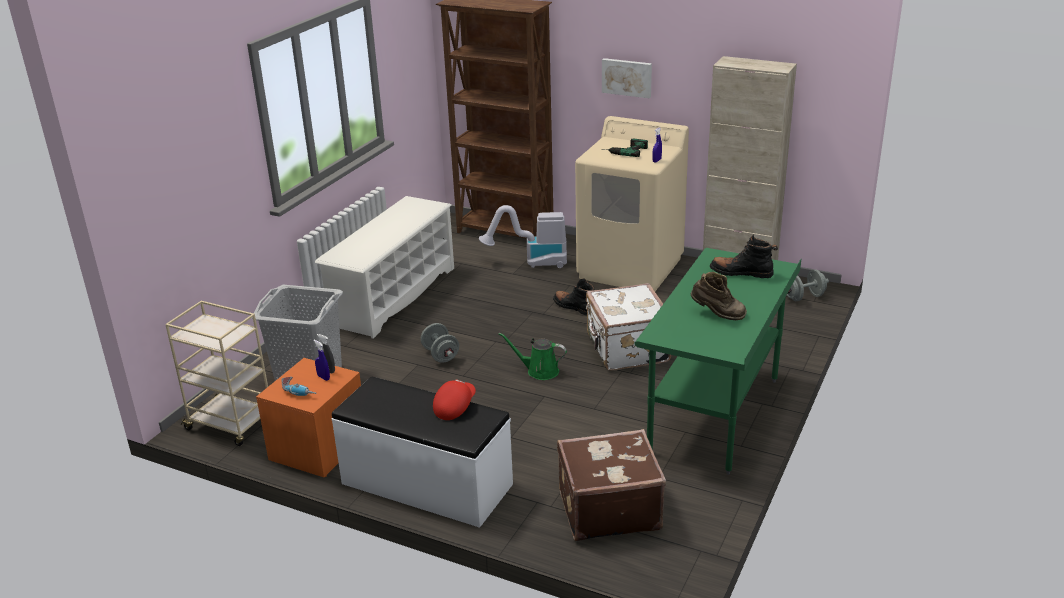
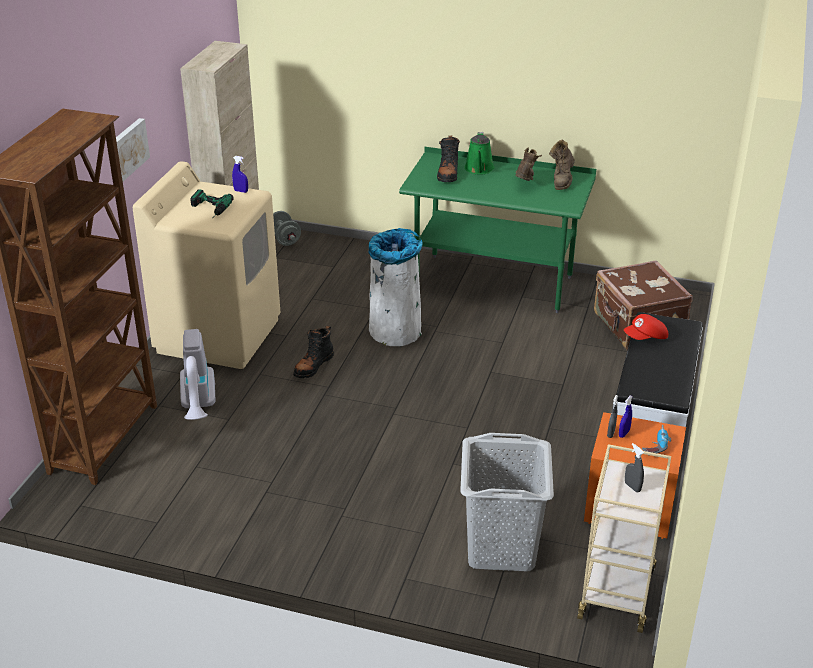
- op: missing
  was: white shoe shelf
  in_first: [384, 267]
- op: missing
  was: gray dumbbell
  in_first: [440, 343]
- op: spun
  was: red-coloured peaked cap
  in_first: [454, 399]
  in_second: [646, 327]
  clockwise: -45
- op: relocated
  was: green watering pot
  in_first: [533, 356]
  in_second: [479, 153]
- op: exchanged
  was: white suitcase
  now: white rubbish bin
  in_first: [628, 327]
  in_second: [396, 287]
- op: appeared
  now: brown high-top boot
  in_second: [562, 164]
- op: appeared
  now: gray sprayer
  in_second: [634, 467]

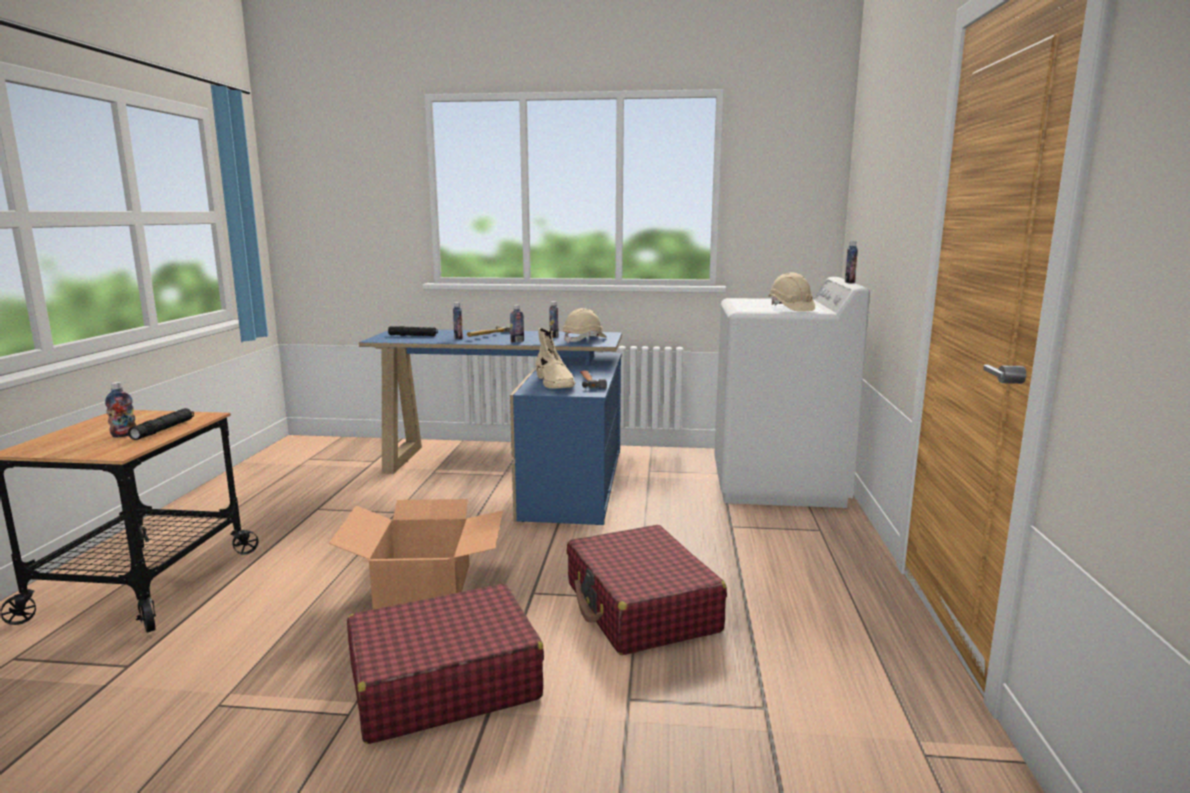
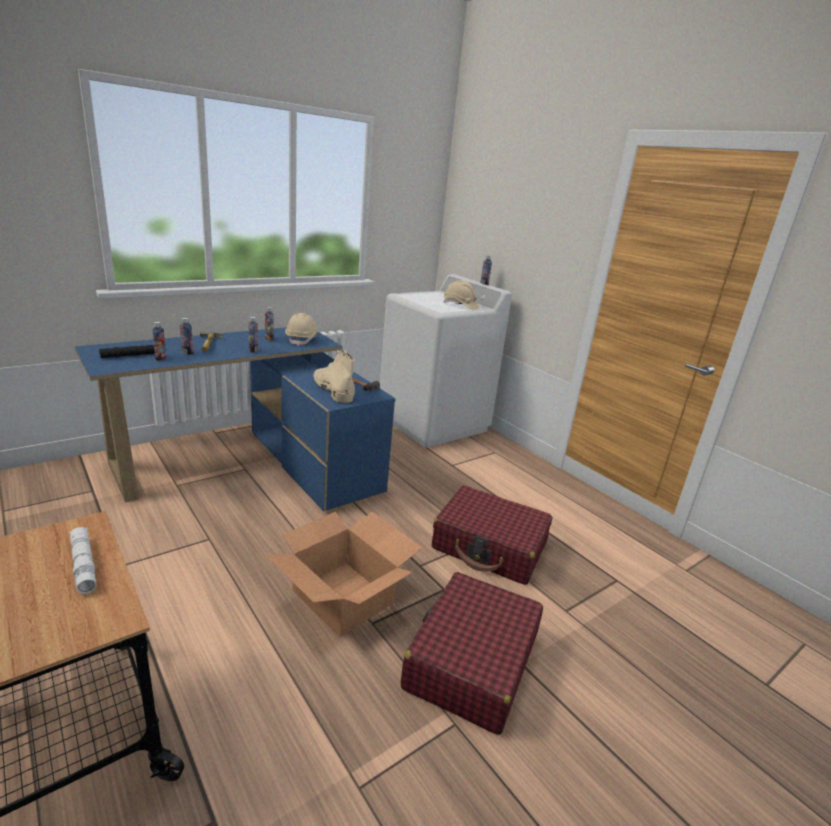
- op: relocated
  was: beverage bottle
  in_first: [121, 410]
  in_second: [159, 341]
- op: colour
  was: black-coloured flashlight
  now: white flashlight
  in_first: [161, 424]
  in_second: [83, 560]
- op: spun
  was: sand-coloured high-top boot
  in_first: [555, 358]
  in_second: [334, 377]
  clockwise: -150

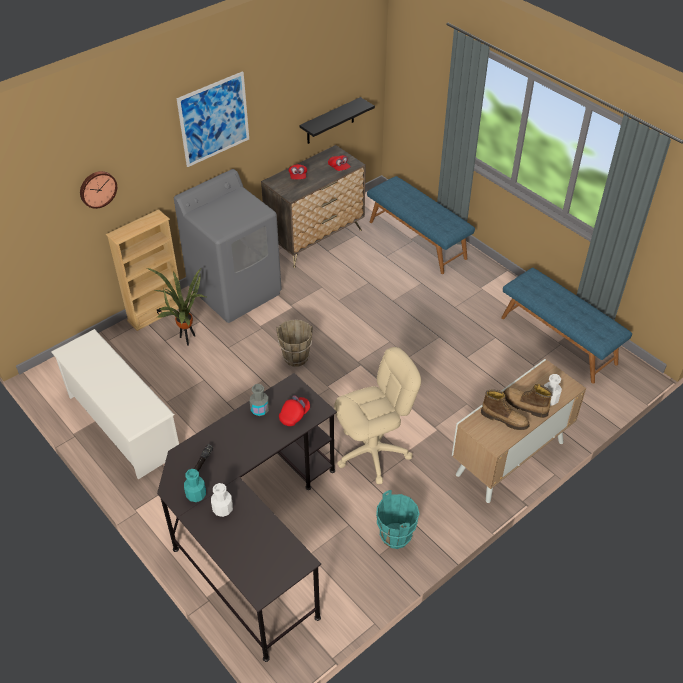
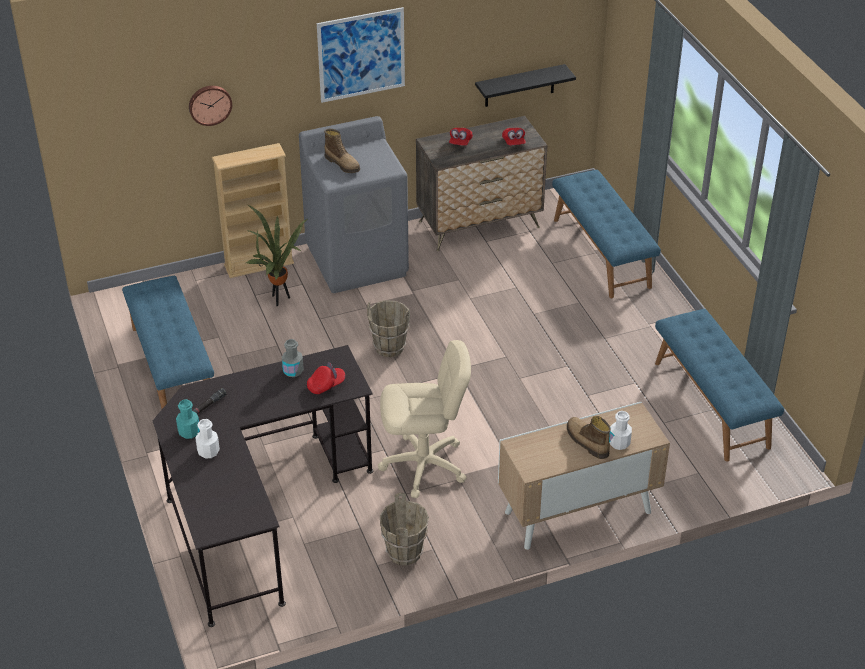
- op: exchanged
  was: white shoe shelf
  now: blue-coloured long seat
  in_first: [115, 404]
  in_second: [168, 342]
- op: colour
  was: blue-green pail
  now: brown pail
  in_first: [398, 519]
  in_second: [404, 529]
- op: relocated
  was: high-top boot
  in_first: [505, 410]
  in_second: [342, 151]

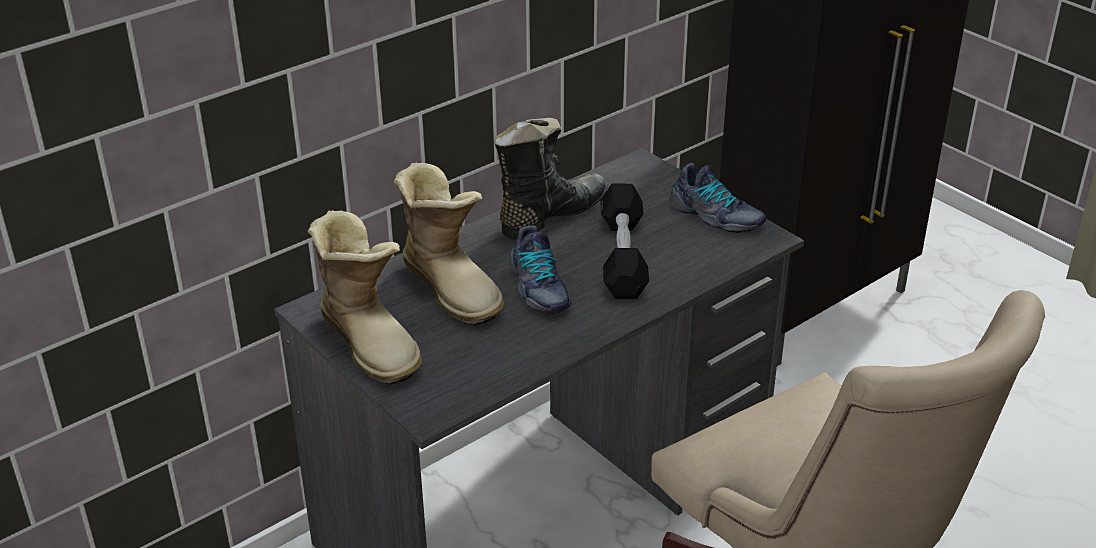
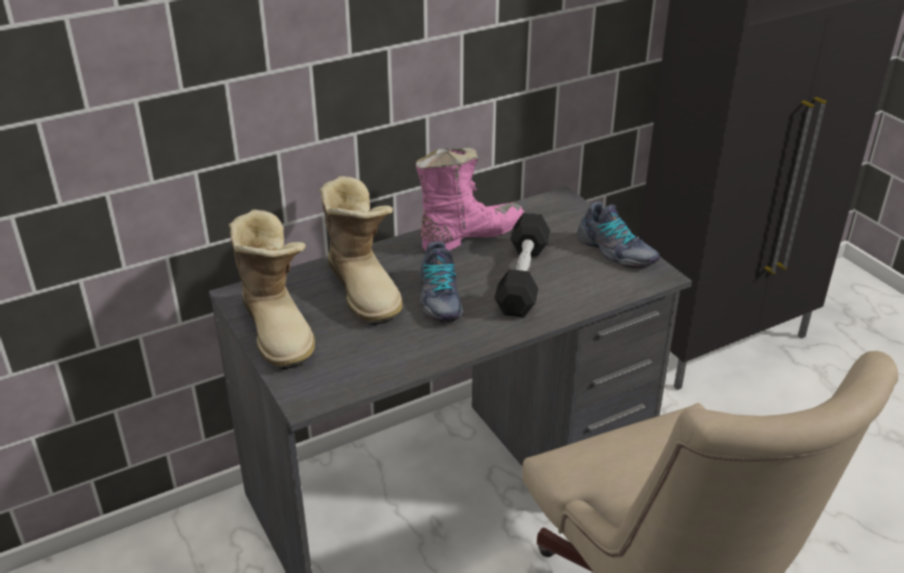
- op: colour
  was: black-coloured high-top boot
  now: pink-coloured high-top boot
  in_first: [551, 179]
  in_second: [470, 199]

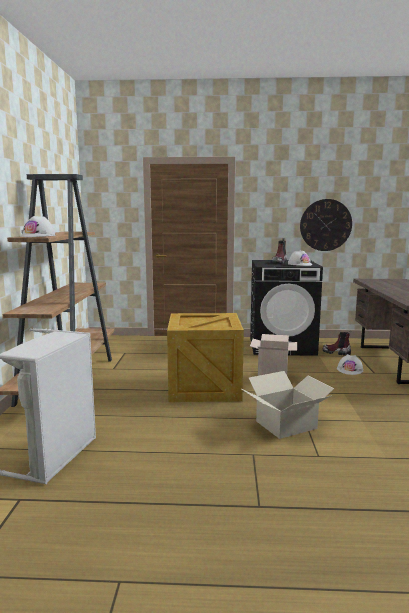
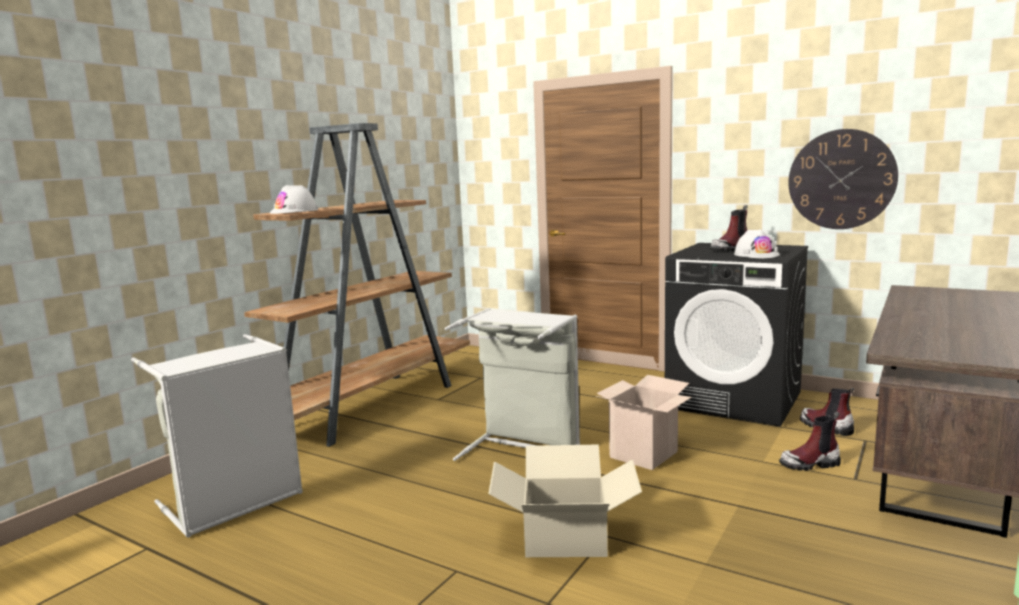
- op: exchanged
  was: packing crate
  now: gray laundry basket
  in_first: [205, 357]
  in_second: [512, 384]
- op: exchanged
  was: white safety helmet
  now: high-top boot
  in_first: [350, 364]
  in_second: [810, 441]

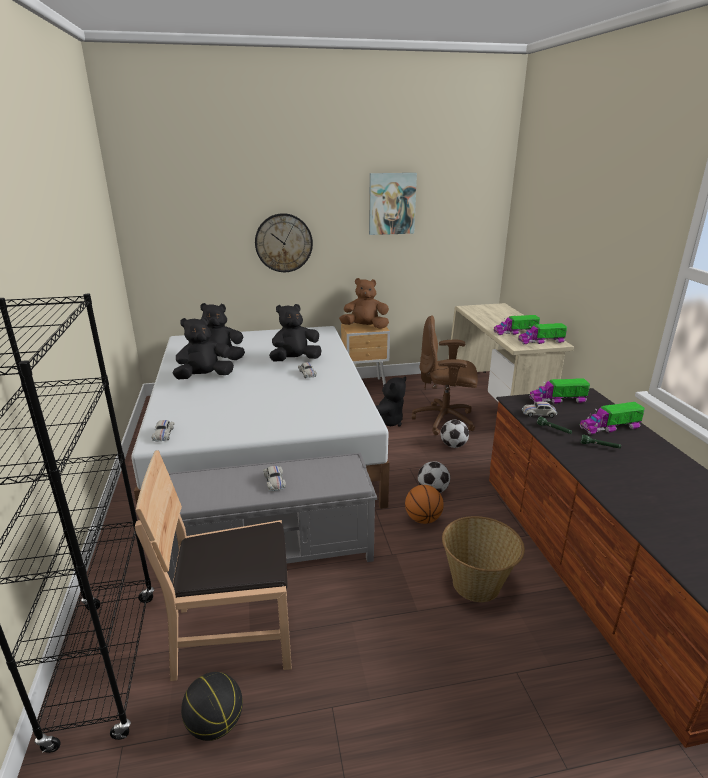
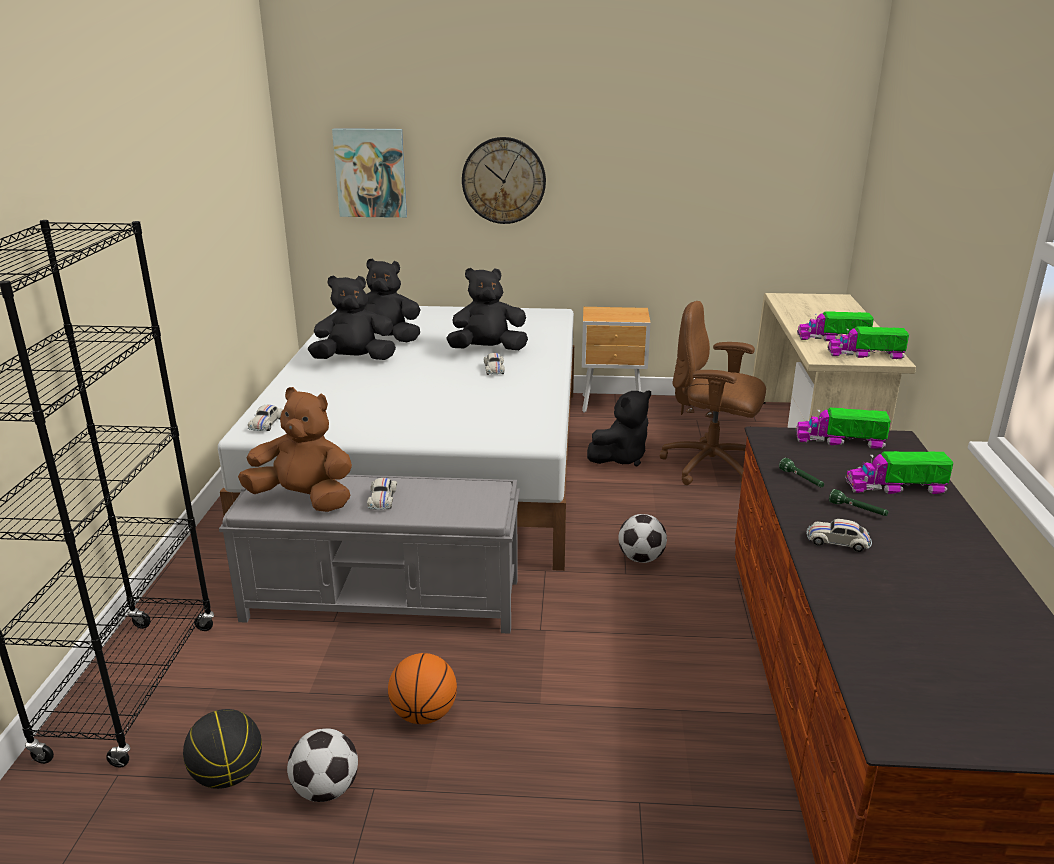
- op: missing
  was: brown chair
  in_first: [213, 565]
- op: relocated
  was: brown cuddly toy
  in_first: [364, 303]
  in_second: [295, 449]
- op: relocated
  was: picture
  in_first: [393, 204]
  in_second: [369, 173]
- op: relocated
  was: basketball
  in_first: [424, 504]
  in_second: [422, 688]
- op: relocated
  was: ball for football
  in_first: [454, 434]
  in_second: [322, 765]
- op: missing
  was: storage basket
  in_first: [483, 559]
- op: relocated
  was: white miniature car
  in_first: [539, 409]
  in_second: [839, 535]

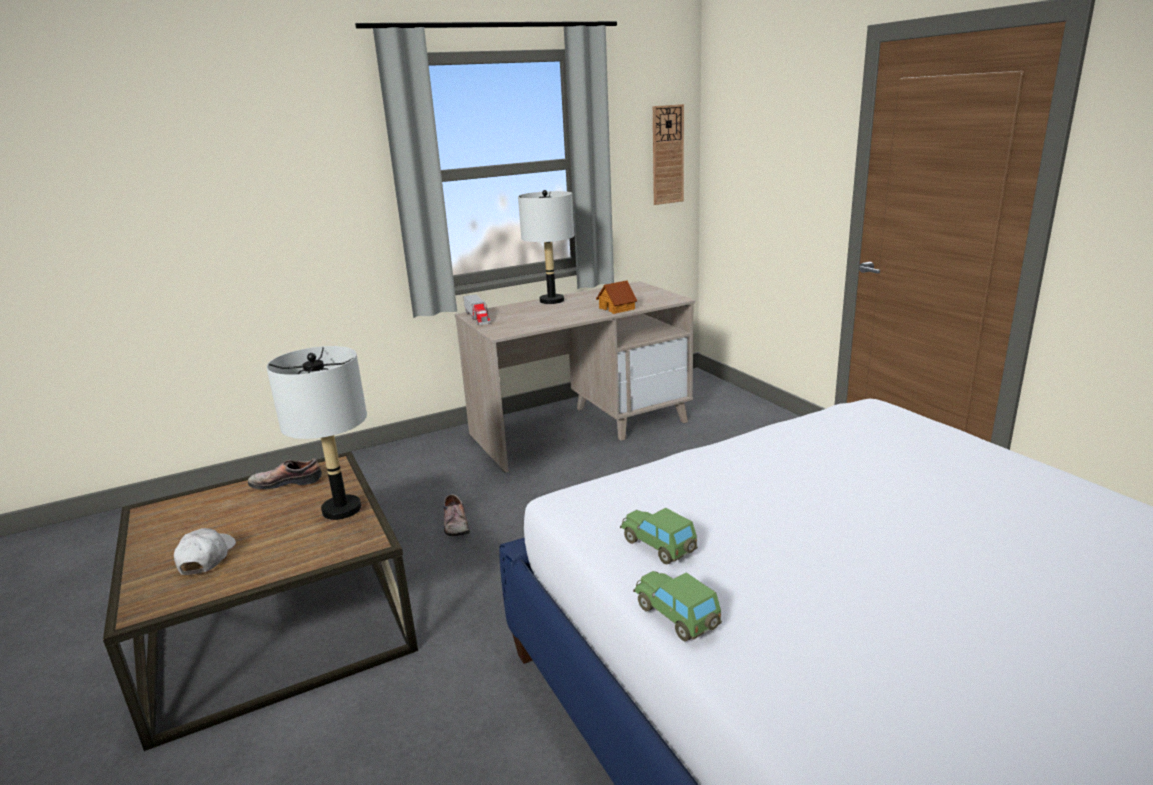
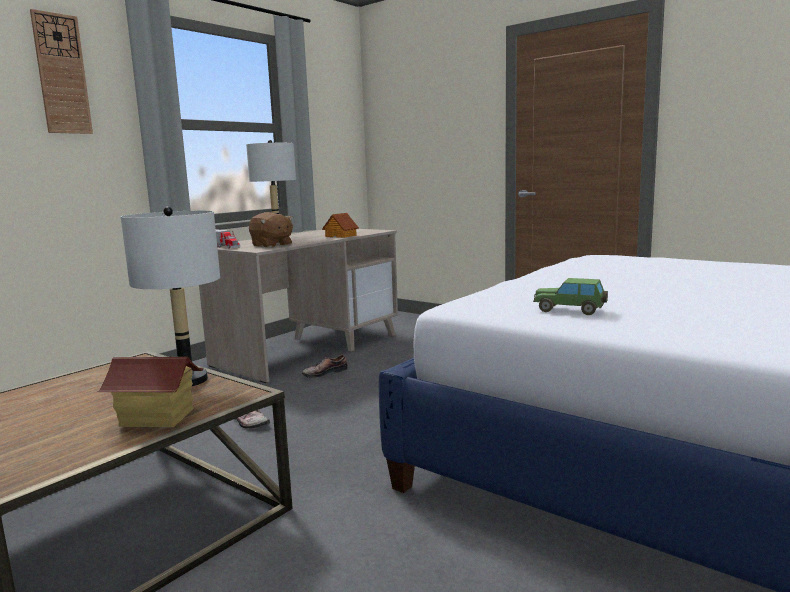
- op: missing
  was: white peaked cap
  in_first: [205, 551]
- op: relocated
  was: item of footwear
  in_first: [285, 473]
  in_second: [325, 366]
- op: missing
  was: miniature car
  in_first: [677, 606]
- op: relocated
  was: wall clock
  in_first: [668, 154]
  in_second: [61, 71]
- op: appeared
  now: model house
  in_second: [150, 392]
- op: appeared
  now: brown cuddly toy
  in_second: [271, 230]

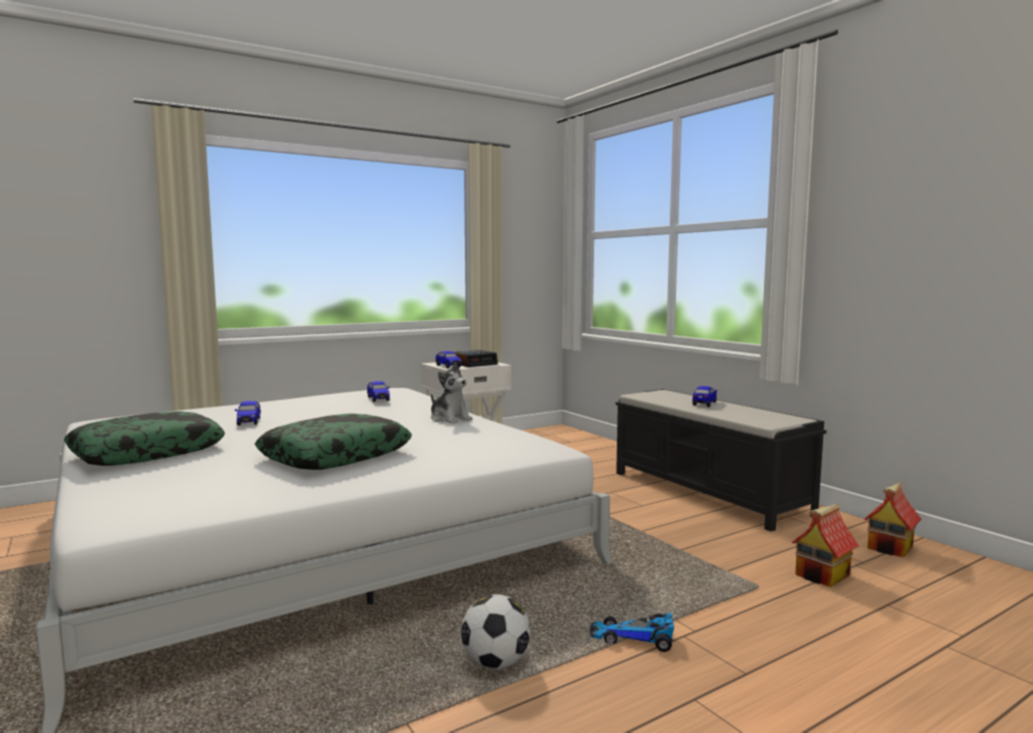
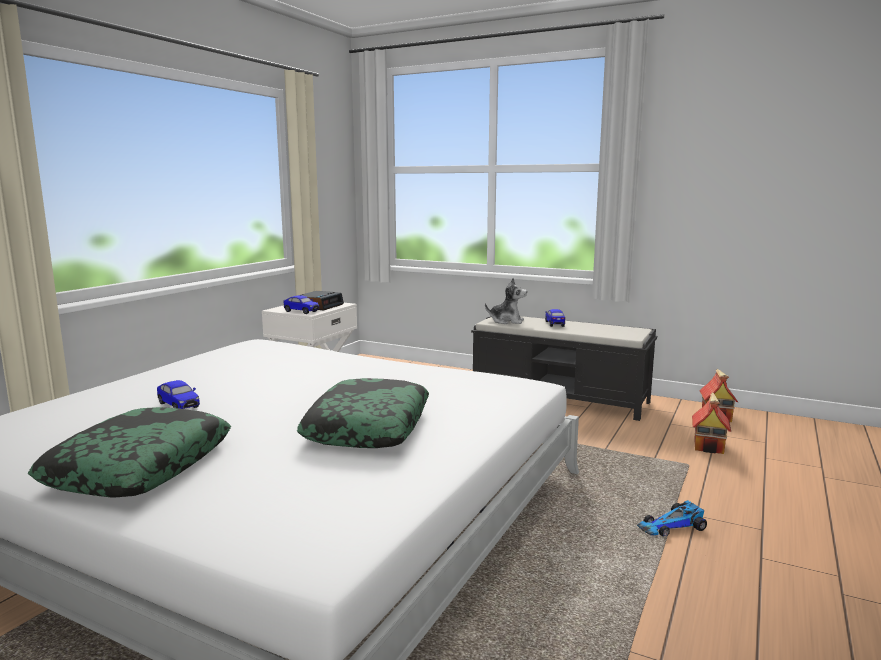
- op: missing
  was: miniature car
  in_first: [378, 391]
- op: relocated
  was: cuddly toy
  in_first: [451, 393]
  in_second: [506, 301]
- op: missing
  was: ball for football
  in_first: [496, 631]

